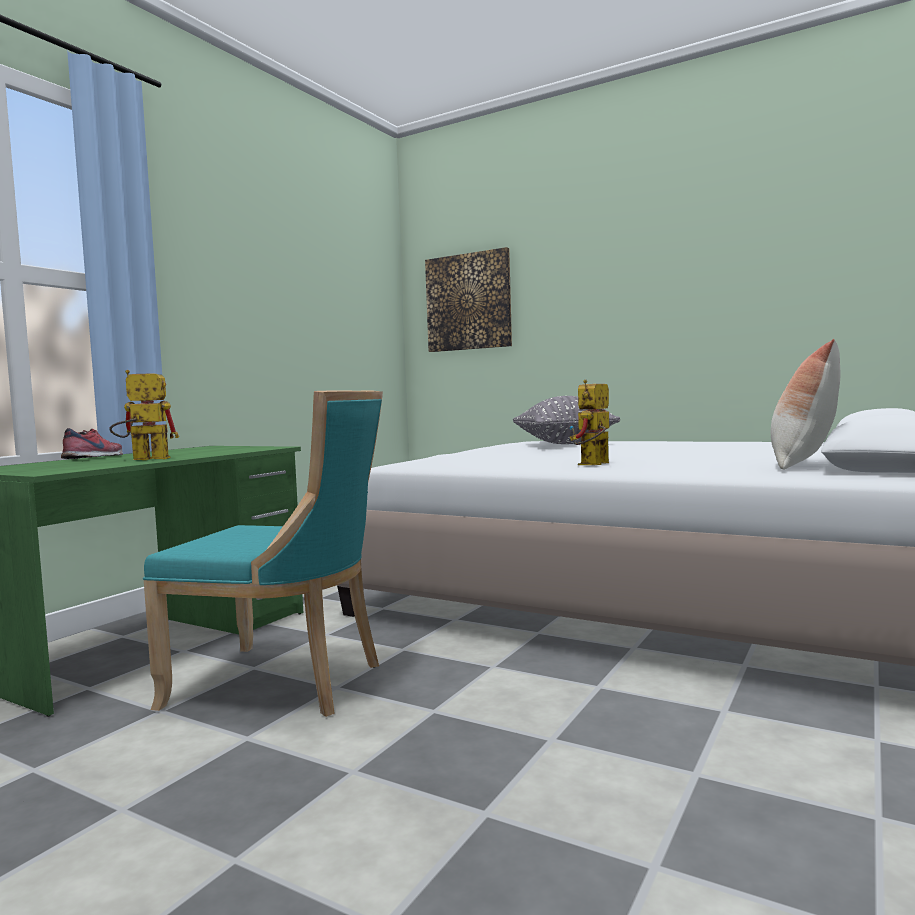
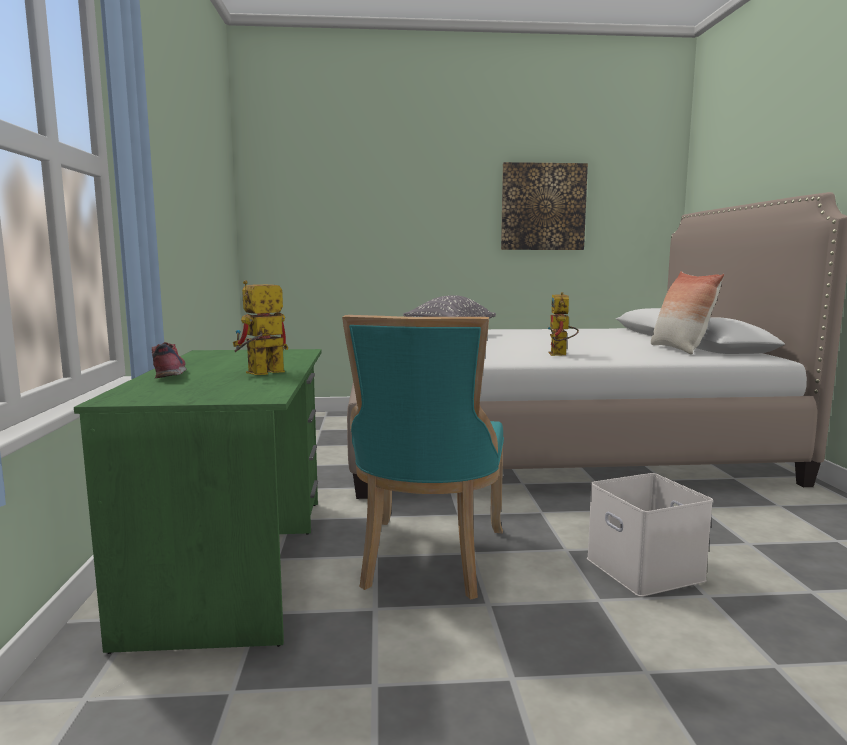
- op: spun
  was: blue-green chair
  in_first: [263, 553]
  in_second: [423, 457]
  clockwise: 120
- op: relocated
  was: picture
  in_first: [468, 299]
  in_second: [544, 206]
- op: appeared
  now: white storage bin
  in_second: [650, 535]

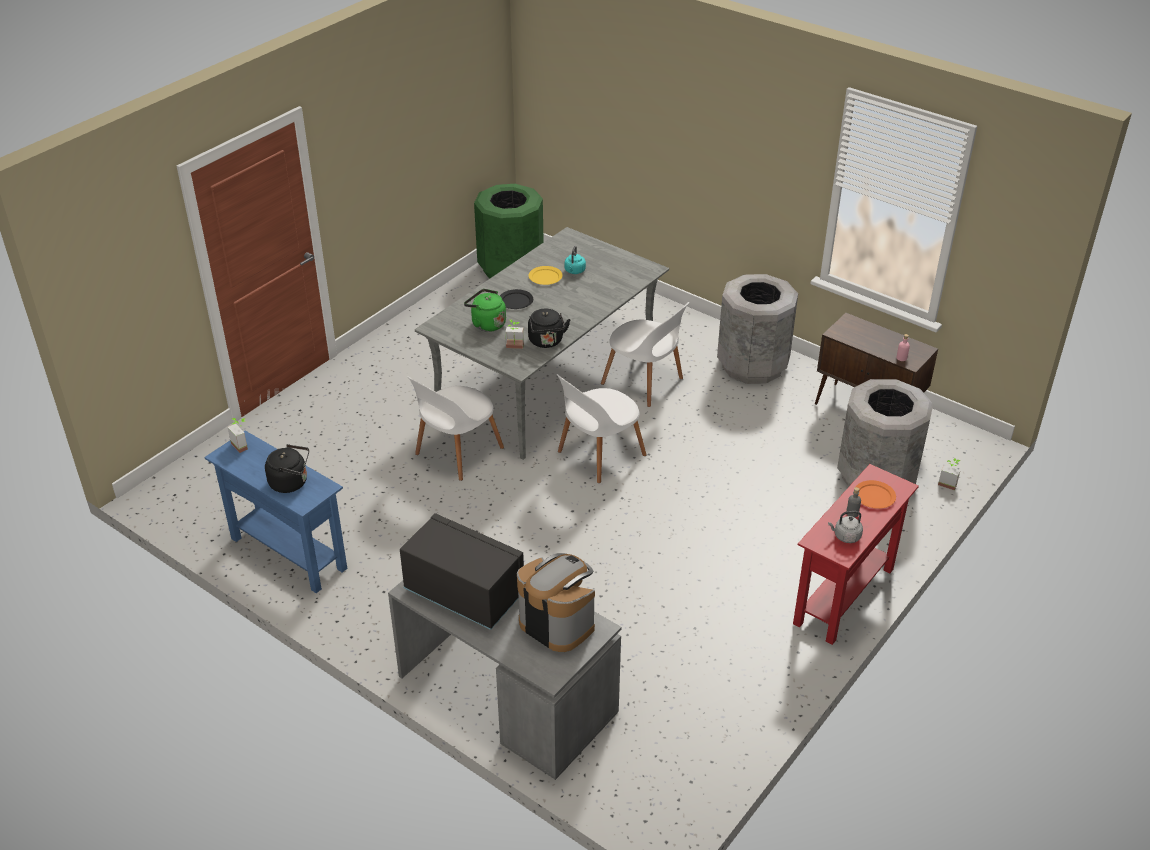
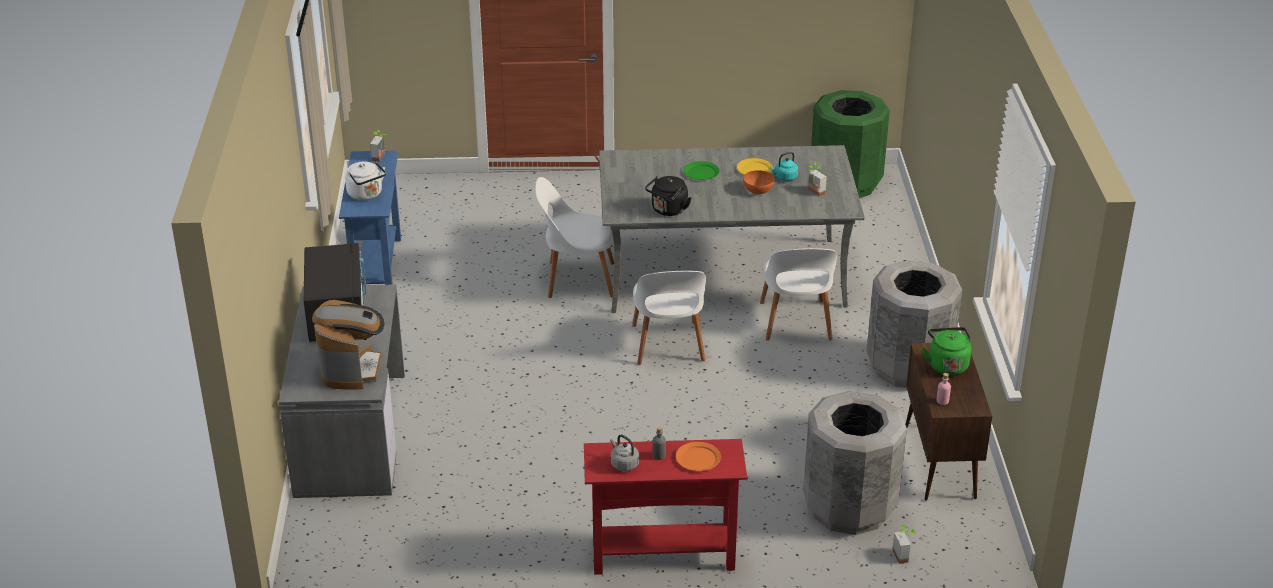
- op: colour
  was: black-coloured tea kettle
  now: white tea kettle
  in_first: [287, 468]
  in_second: [365, 180]
- op: relocated
  was: green tea kettle
  in_first: [485, 310]
  in_second: [946, 351]
- op: colour
  was: black-coloured dinner plate
  now: green dinner plate
  in_first: [516, 299]
  in_second: [701, 170]
- op: relocated
  was: potted plant
  in_first: [515, 334]
  in_second: [817, 179]
- op: spun
  was: white chair
  in_first: [601, 428]
  in_second: [669, 318]
  clockwise: -105
- op: appeared
  now: orange-coloured bowl
  in_second: [758, 182]

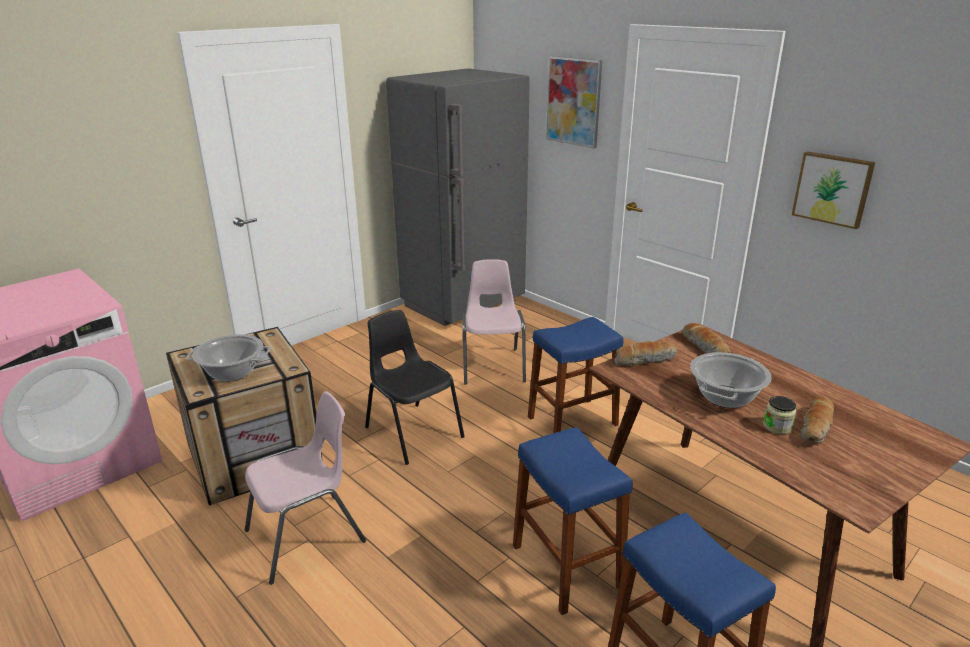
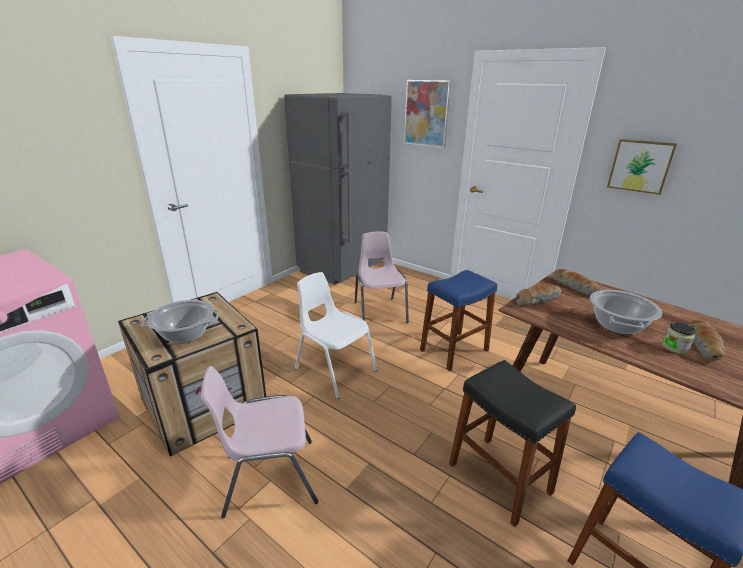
- op: spun
  was: pink-coloured chair
  in_first: [305, 488]
  in_second: [259, 442]
  clockwise: -150
- op: colour
  was: black-coloured chair
  now: white chair
  in_first: [415, 387]
  in_second: [336, 335]
- op: colour
  was: blue-coloured stool seat
  now: black-coloured stool seat
  in_first: [573, 521]
  in_second: [512, 443]

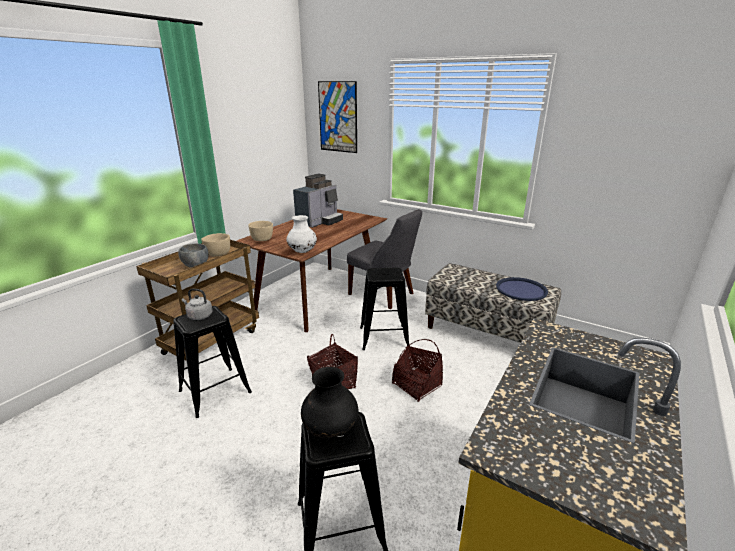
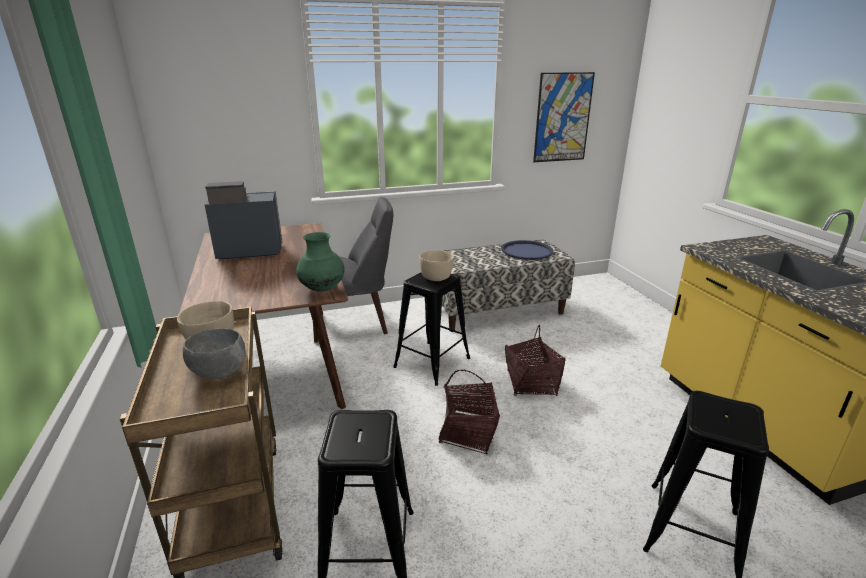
- op: missing
  was: gray tea kettle
  in_first: [197, 304]
- op: relocated
  was: sand-coloured bowl
  in_first: [261, 231]
  in_second: [436, 265]
- op: colour
  was: white flower vase
  now: green flower vase
  in_first: [302, 234]
  in_second: [320, 262]
- op: spun
  was: coffee machine
  in_first: [318, 200]
  in_second: [243, 220]
  clockwise: -90
- op: missing
  was: black-coloured flower vase
  in_first: [329, 403]
- op: relocated
  was: picture
  in_first: [337, 117]
  in_second: [564, 117]

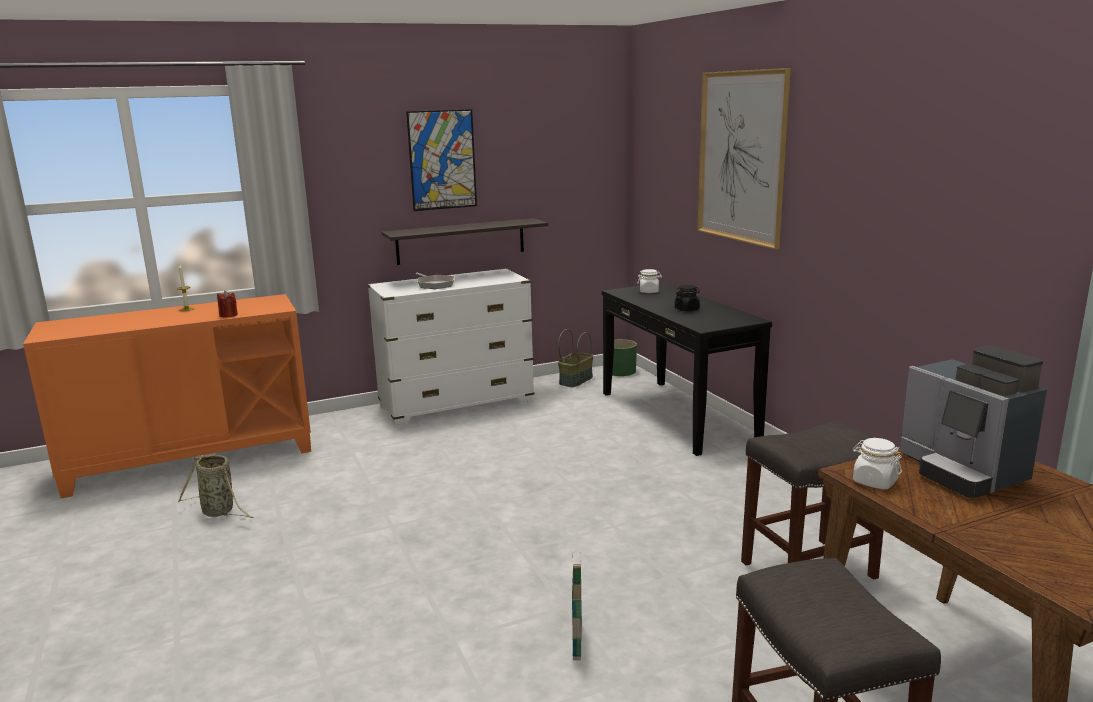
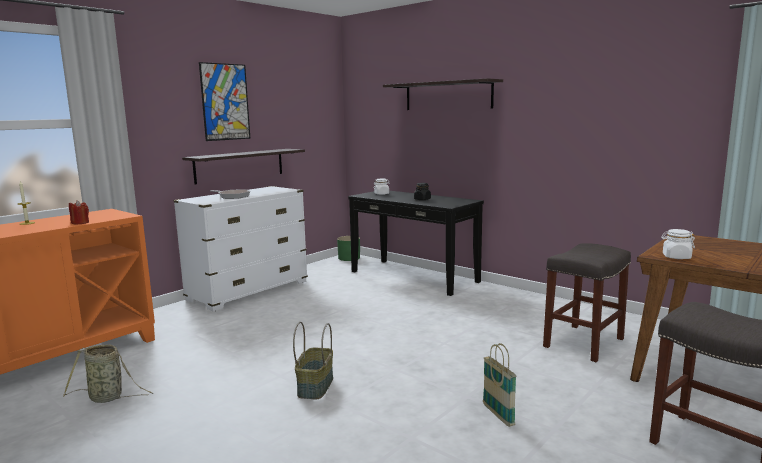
- op: relocated
  was: storage basket
  in_first: [575, 358]
  in_second: [313, 360]
- op: exchanged
  was: picture
  now: wall shelf
  in_first: [744, 159]
  in_second: [443, 94]
- op: missing
  was: coffee machine
  in_first: [973, 422]

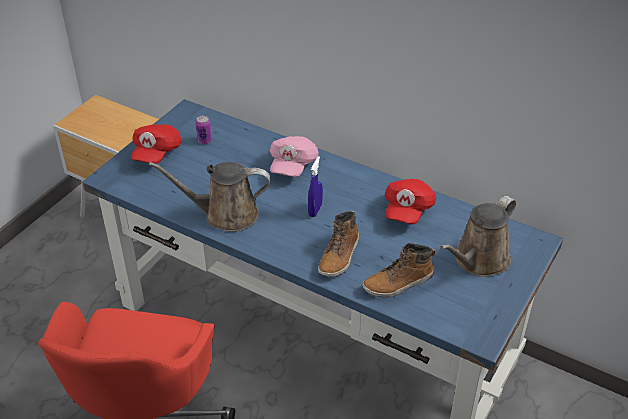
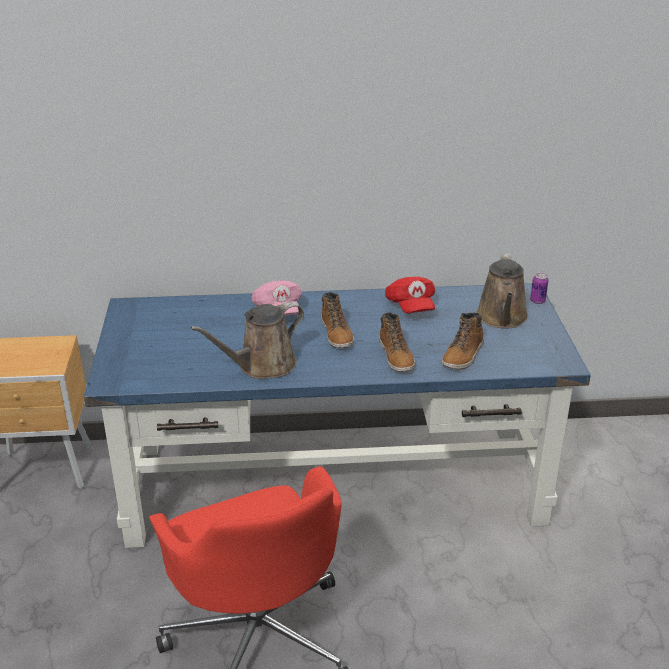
- op: missing
  was: red-coloured peaked cap
  in_first: [156, 144]
- op: relocated
  was: can
  in_first: [204, 129]
  in_second: [539, 288]
- op: exchanged
  was: blue-coloured sprayer
  now: high-top boot
  in_first: [315, 186]
  in_second: [337, 320]

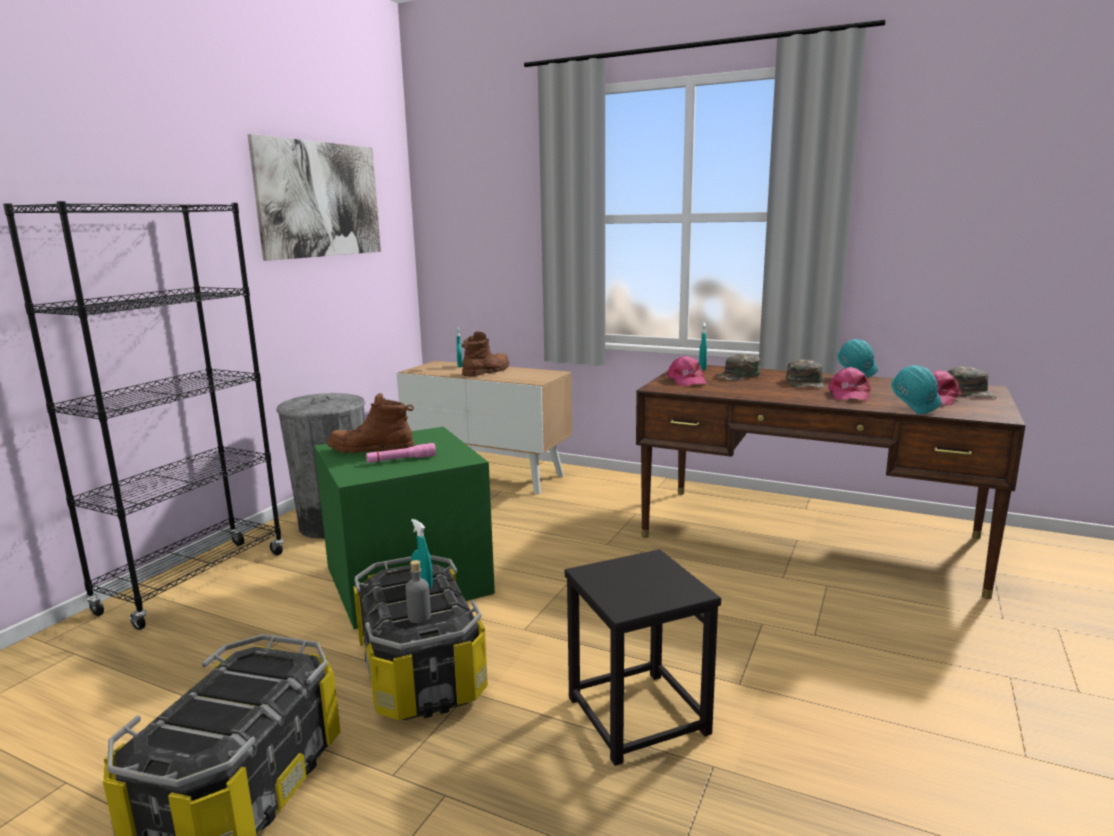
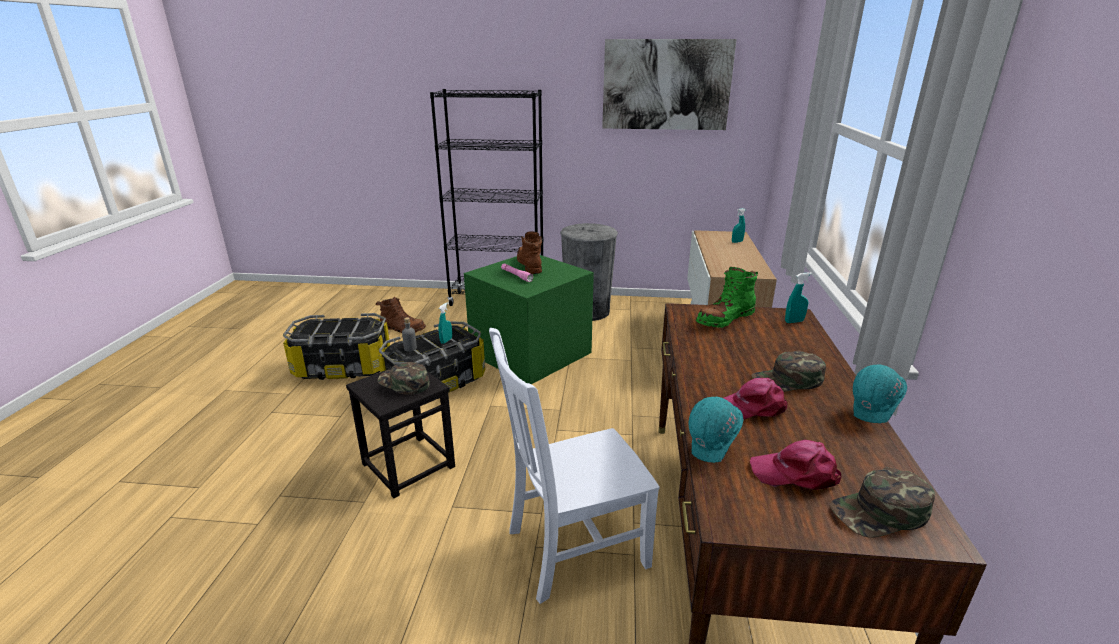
- op: relocated
  was: brown high-top boot
  in_first: [485, 354]
  in_second: [401, 315]
- op: exchanged
  was: pink-coloured peaked cap
  now: green high-top boot
  in_first: [686, 371]
  in_second: [727, 297]
- op: relocated
  was: green peaked cap
  in_first: [736, 367]
  in_second: [404, 378]
- op: appeared
  now: white chair
  in_second: [574, 466]

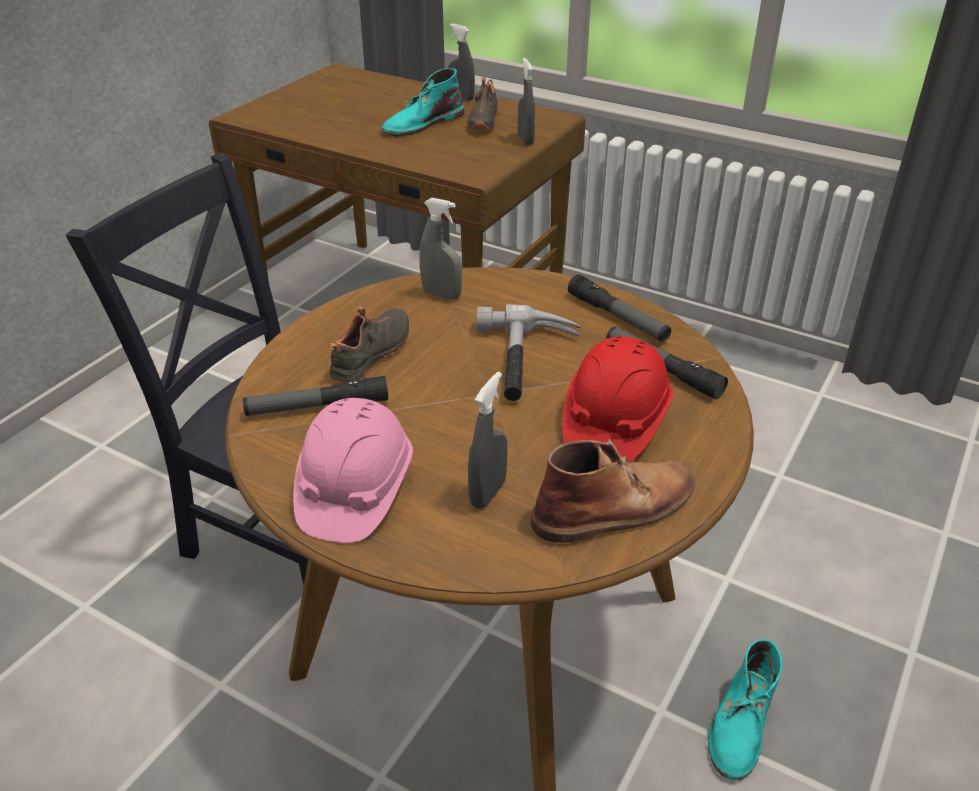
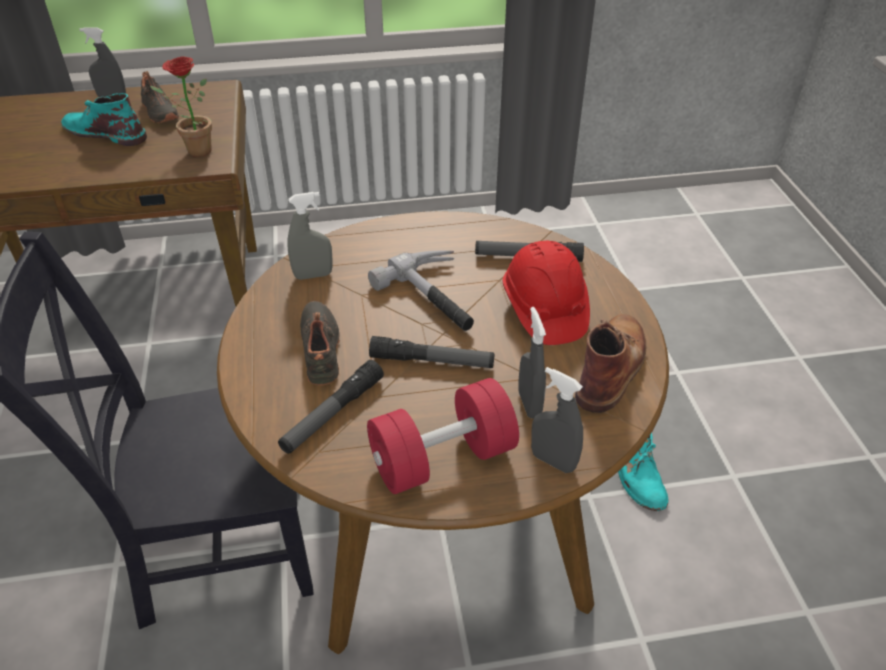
- op: exchanged
  was: pink-coloured safety helmet
  now: red-coloured dumbbell
  in_first: [353, 470]
  in_second: [443, 436]
- op: spun
  was: blue-green high-top boot
  in_first: [422, 102]
  in_second: [104, 119]
  clockwise: 105
- op: relocated
  was: gray sprayer
  in_first: [526, 101]
  in_second: [557, 420]
- op: relocated
  was: flashlight
  in_first: [619, 308]
  in_second: [431, 352]
- op: appeared
  now: potted plant
  in_second: [181, 106]

